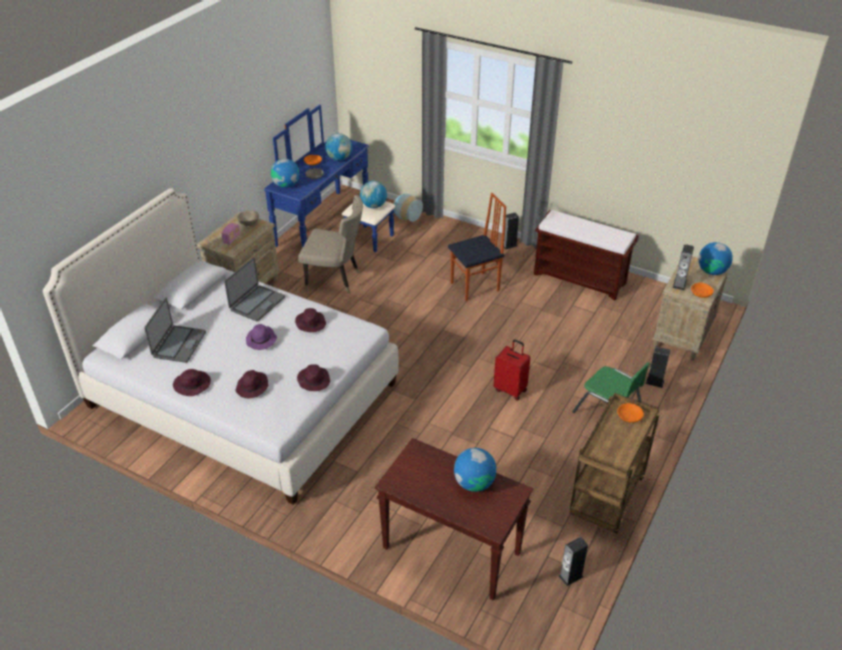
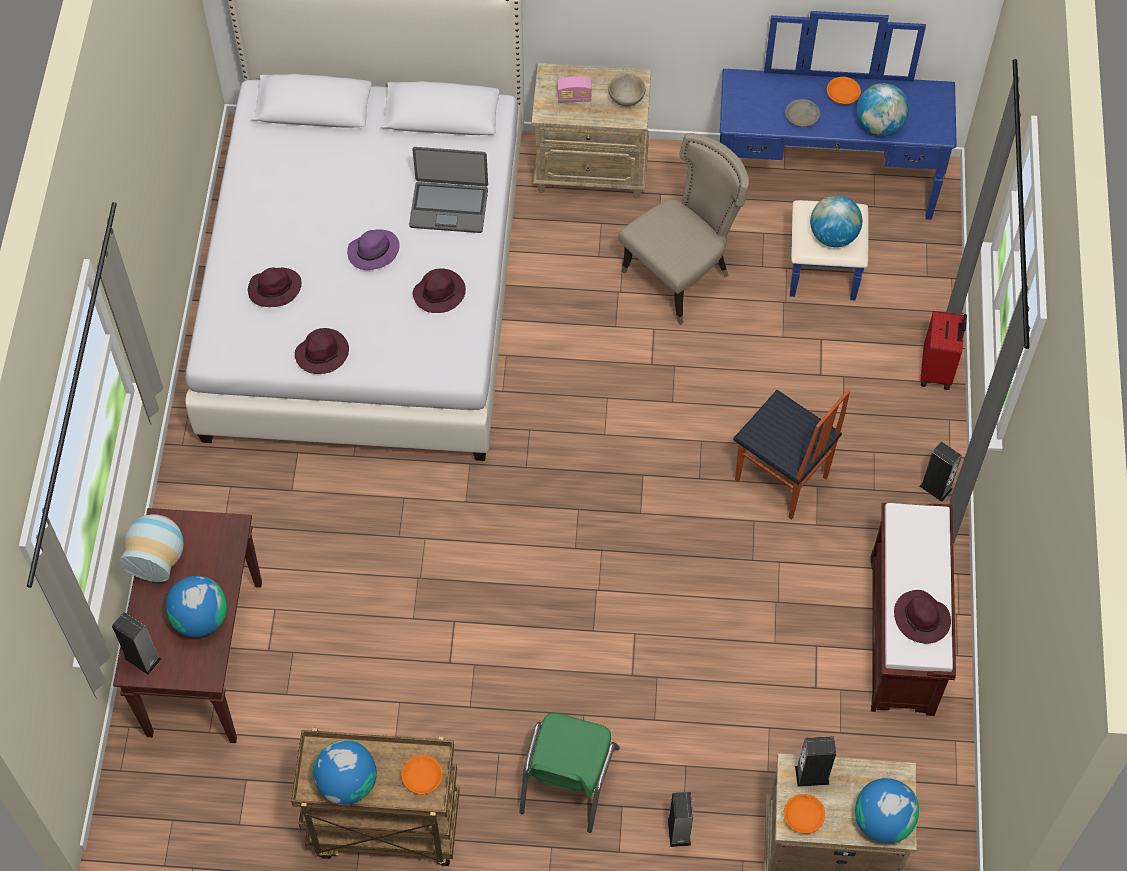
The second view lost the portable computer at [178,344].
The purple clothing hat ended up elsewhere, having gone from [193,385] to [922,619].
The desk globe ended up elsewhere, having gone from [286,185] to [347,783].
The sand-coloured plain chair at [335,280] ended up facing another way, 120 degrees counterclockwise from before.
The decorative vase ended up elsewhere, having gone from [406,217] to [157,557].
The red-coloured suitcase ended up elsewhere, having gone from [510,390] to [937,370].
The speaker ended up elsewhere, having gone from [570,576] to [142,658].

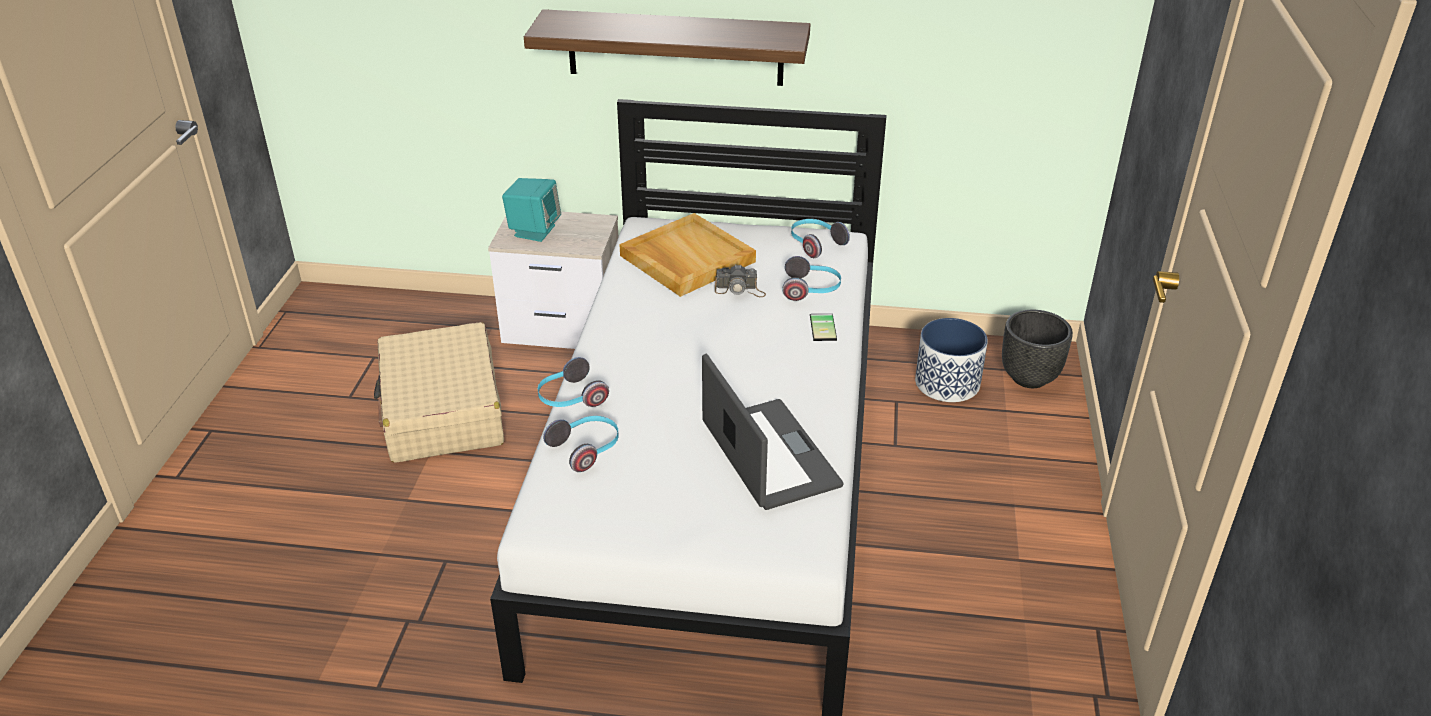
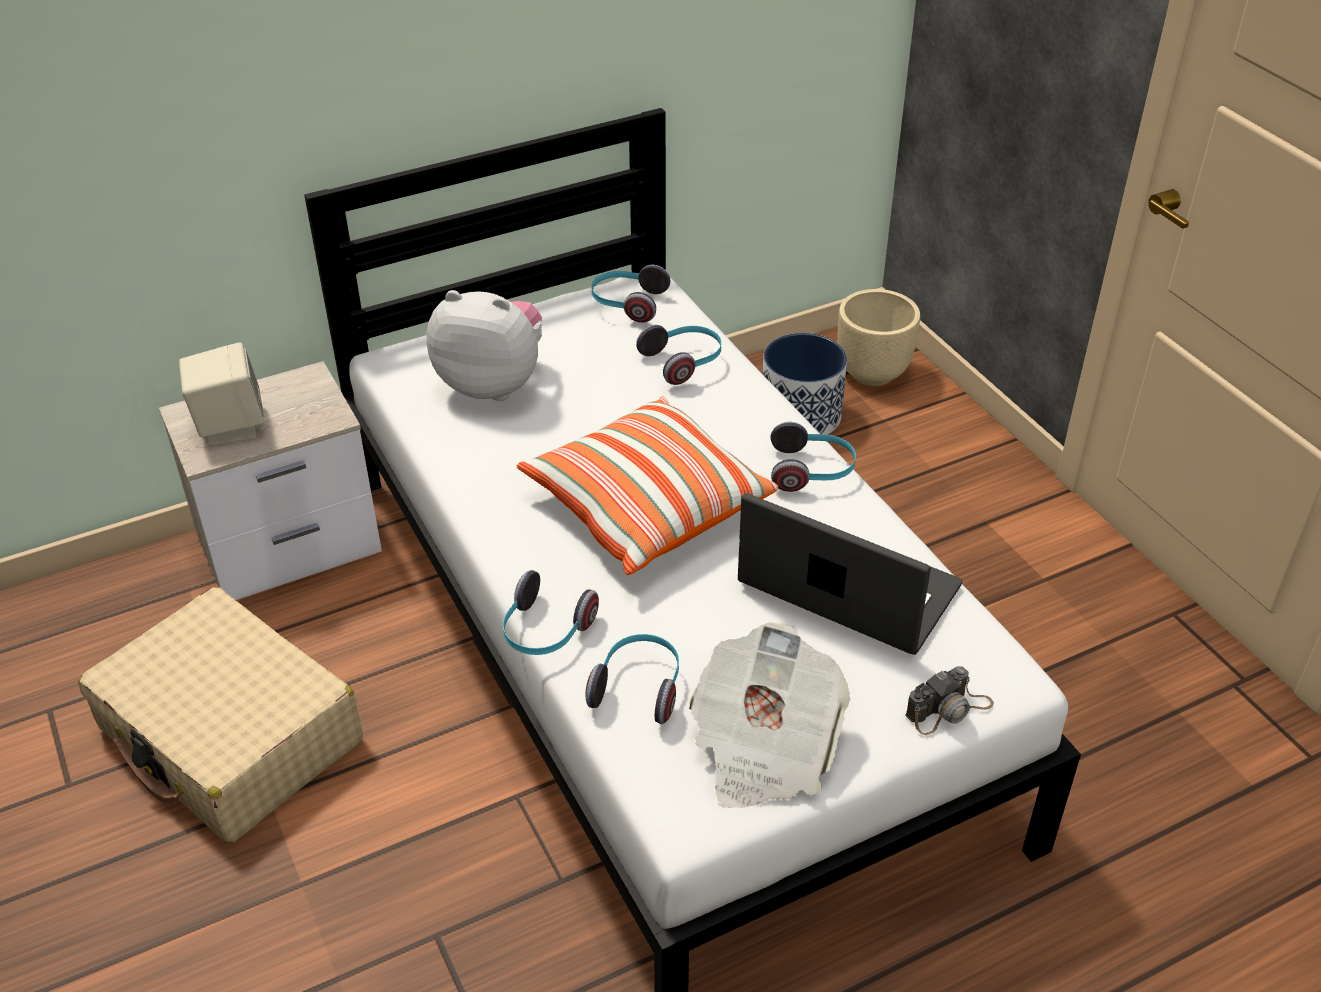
What was the blue-green speaker at [534,230] turned into the sand-coloured speaker at [230,426].
The second view lost the shelf at [675,47].
Where the sand-coloured carrying tray stood at [686,258], the soft toy came to stand at [493,383].
The photo camera ended up elsewhere, having gone from [740,290] to [949,709].
The second view lost the phone at [825,327].
What was the blackish plant pot at [1030,378] turned into the sand-coloured plant pot at [873,374].
The second view gained the cushion at [646,506].
The second view gained the newspaper at [763,747].
The second view gained the headset at [811,471].

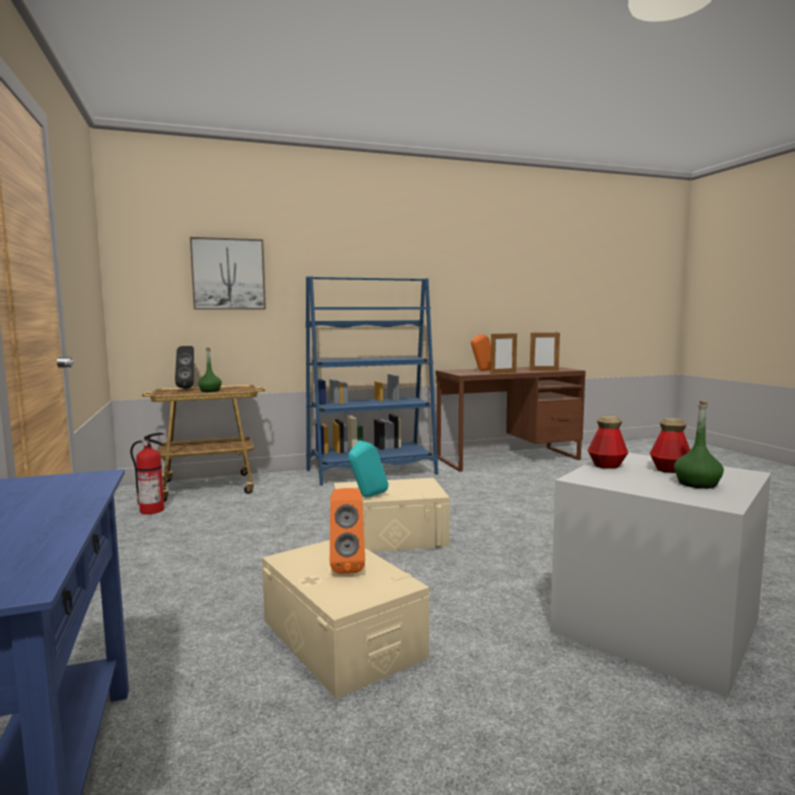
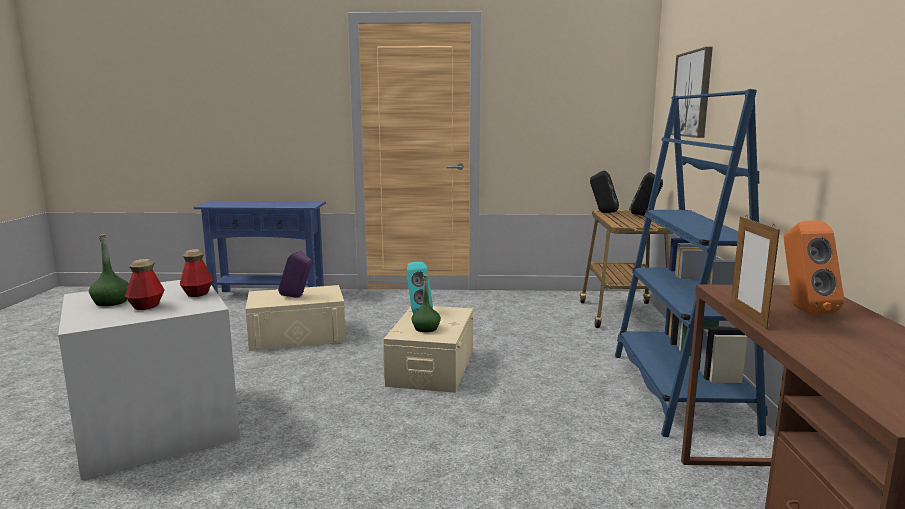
The second view lost the extinguisher at [153,510].
The green-coloured drink bottle ended up elsewhere, having gone from [210,391] to [426,328].
What was the orange speaker at [347,566] turned into the purple speaker at [297,297].
The second view lost the photo frame at [544,370].
The second view gained the blackish speaker at [603,212].

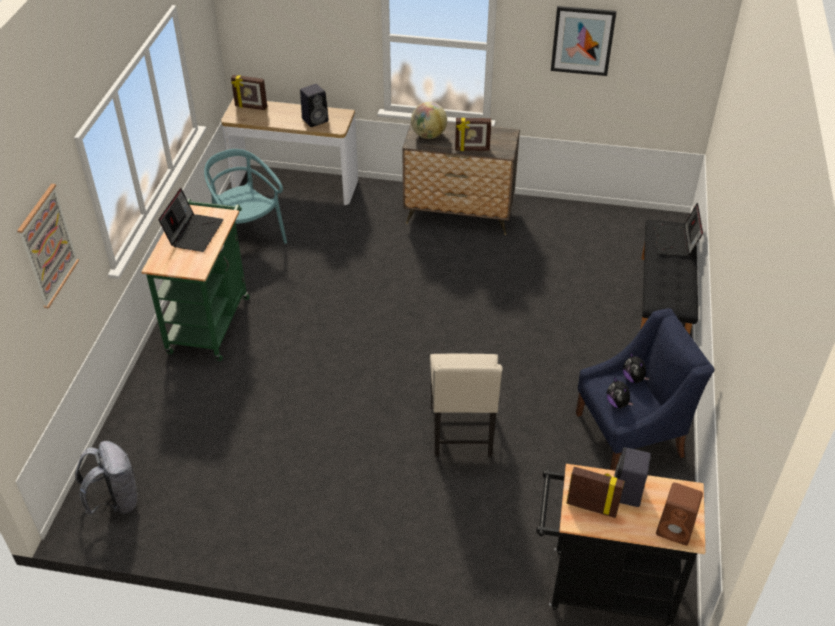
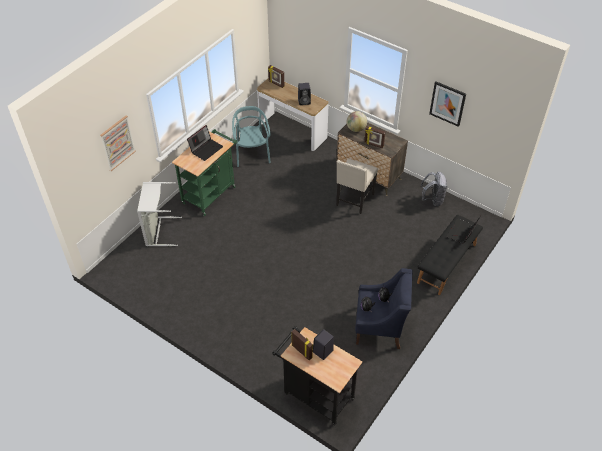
The gray backpack ended up elsewhere, having gone from [116,501] to [432,199].
The sand-coloured plain chair ended up elsewhere, having gone from [462,433] to [354,200].
The second view lost the brown-coloured speaker at [676,529].
The second view gained the gray washing basket at [159,231].

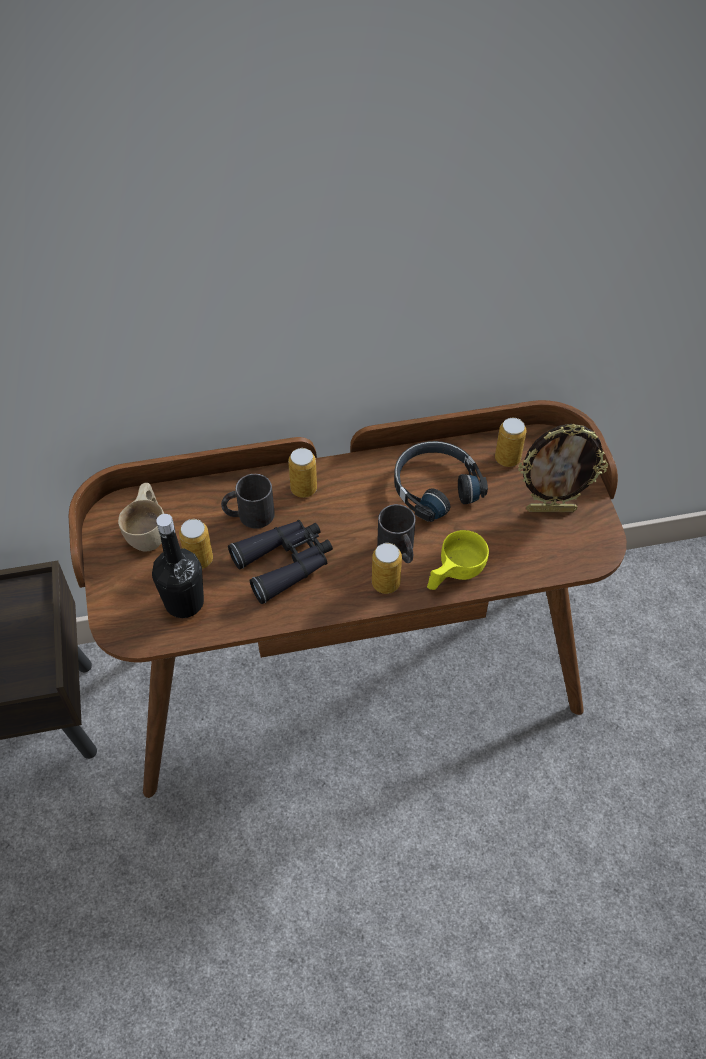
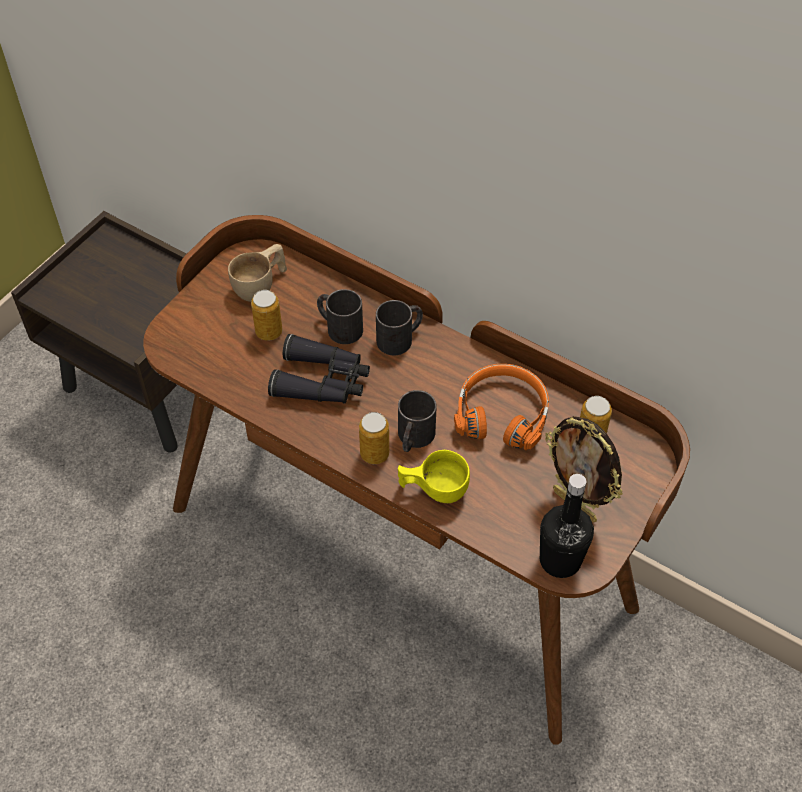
The blackish drink bottle ended up elsewhere, having gone from [184,602] to [560,560].
Where the can stood at [303,489], the blackish mug came to stand at [400,338].
What was the blackish headset at [435,486] turned into the orange headset at [502,413].

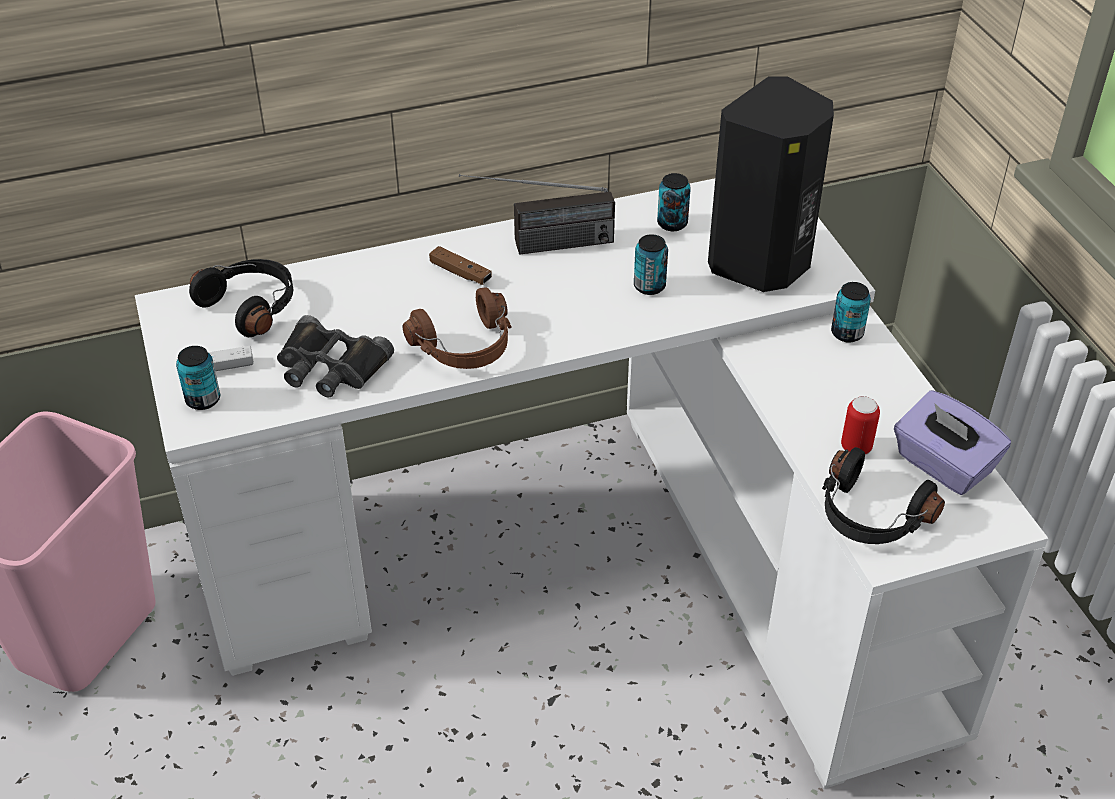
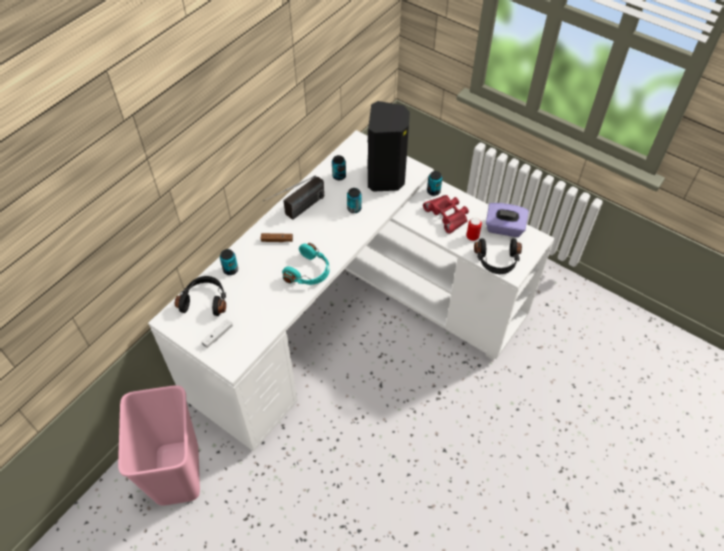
The can ended up elsewhere, having gone from [203,399] to [230,270].
The second view lost the blackish pair of binoculars at [330,367].
What was the brown-coloured headset at [466,348] turned into the blue-green headset at [309,272].
The second view gained the red-coloured pair of binoculars at [447,215].

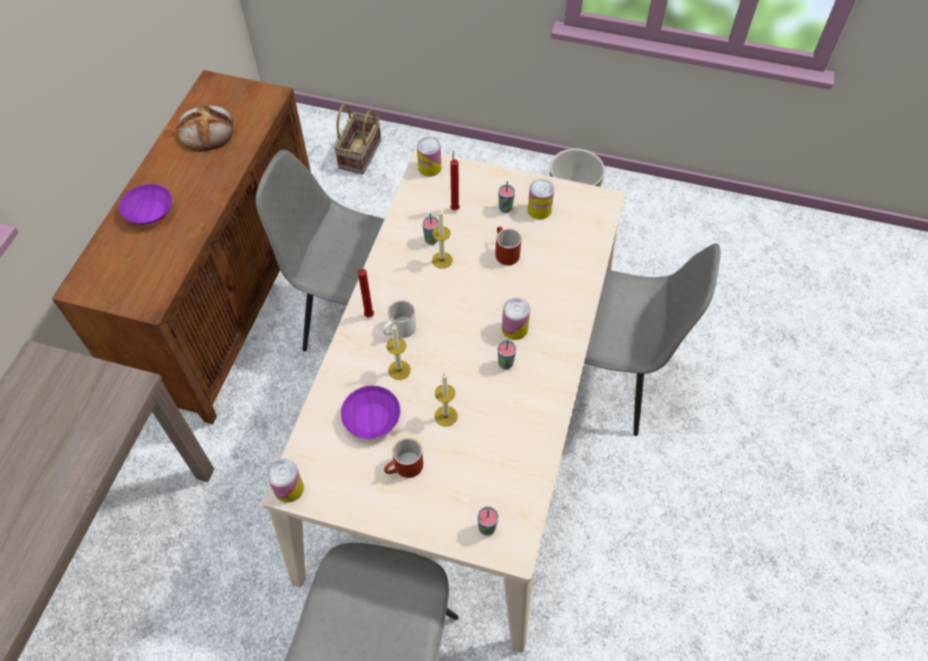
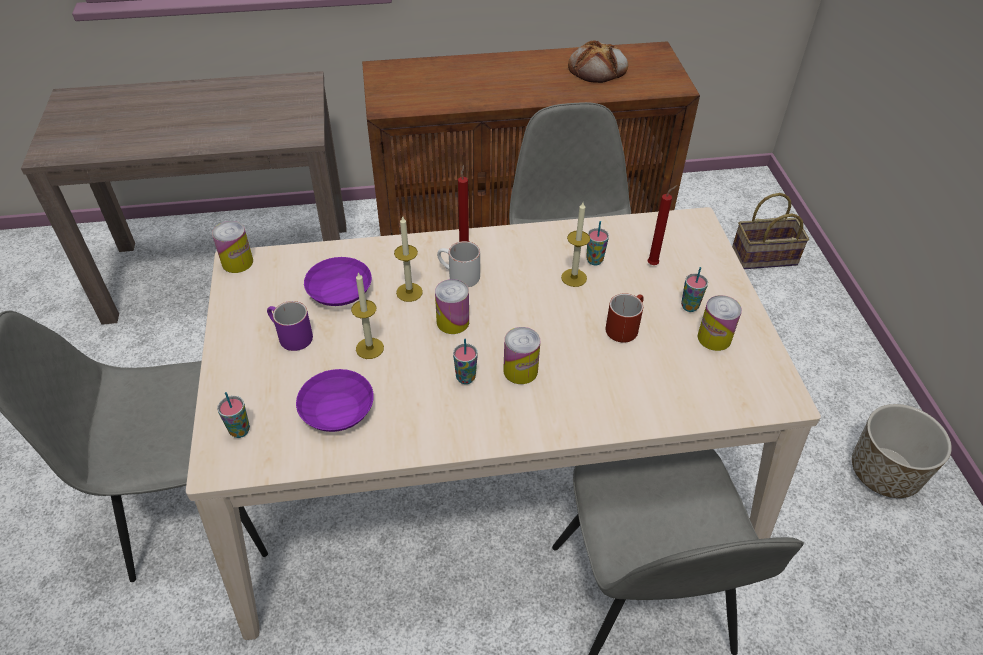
The purple serving bowl ended up elsewhere, having gone from [149,213] to [335,411].
What was the red-coloured mug at [404,469] turned into the purple mug at [290,336].
The can ended up elsewhere, having gone from [429,168] to [453,322].

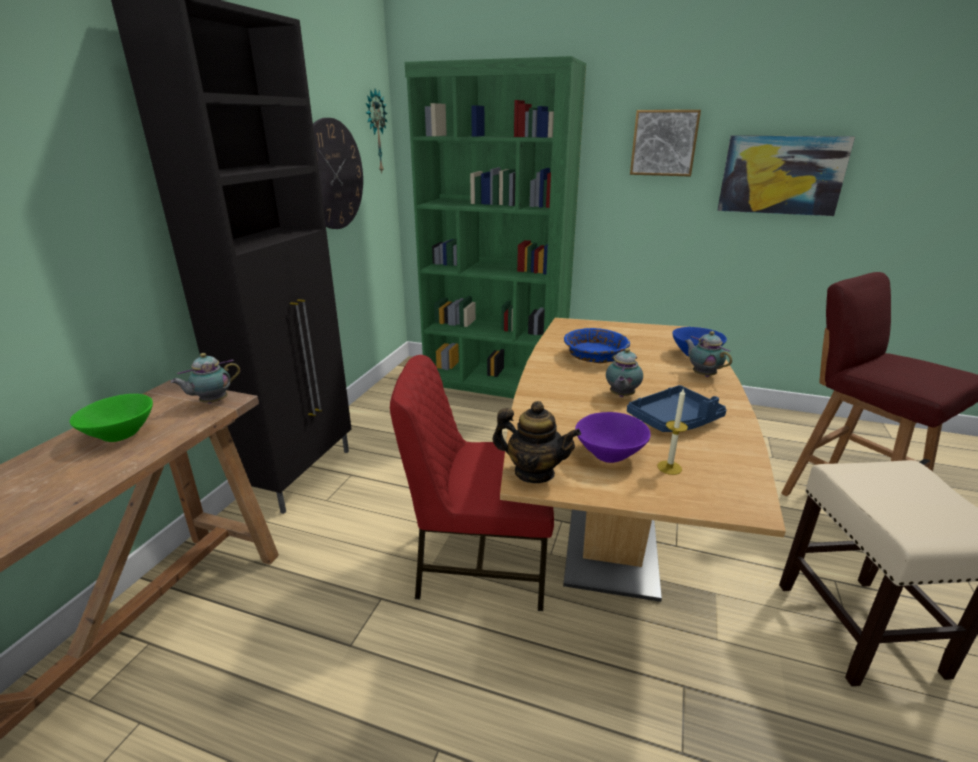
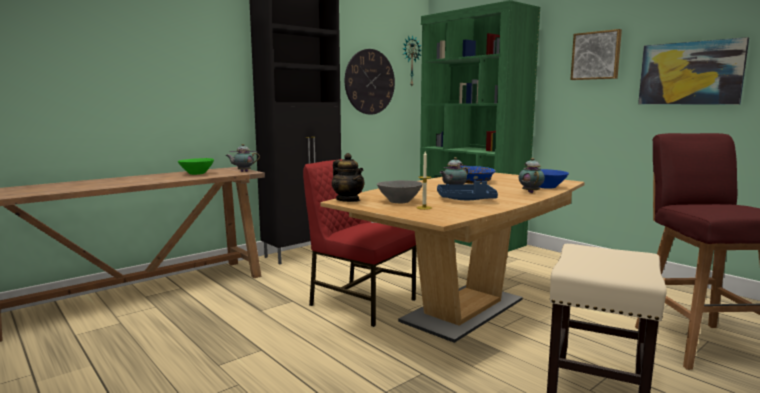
What was the purple serving bowl at [608,455] turned into the gray serving bowl at [399,201].

